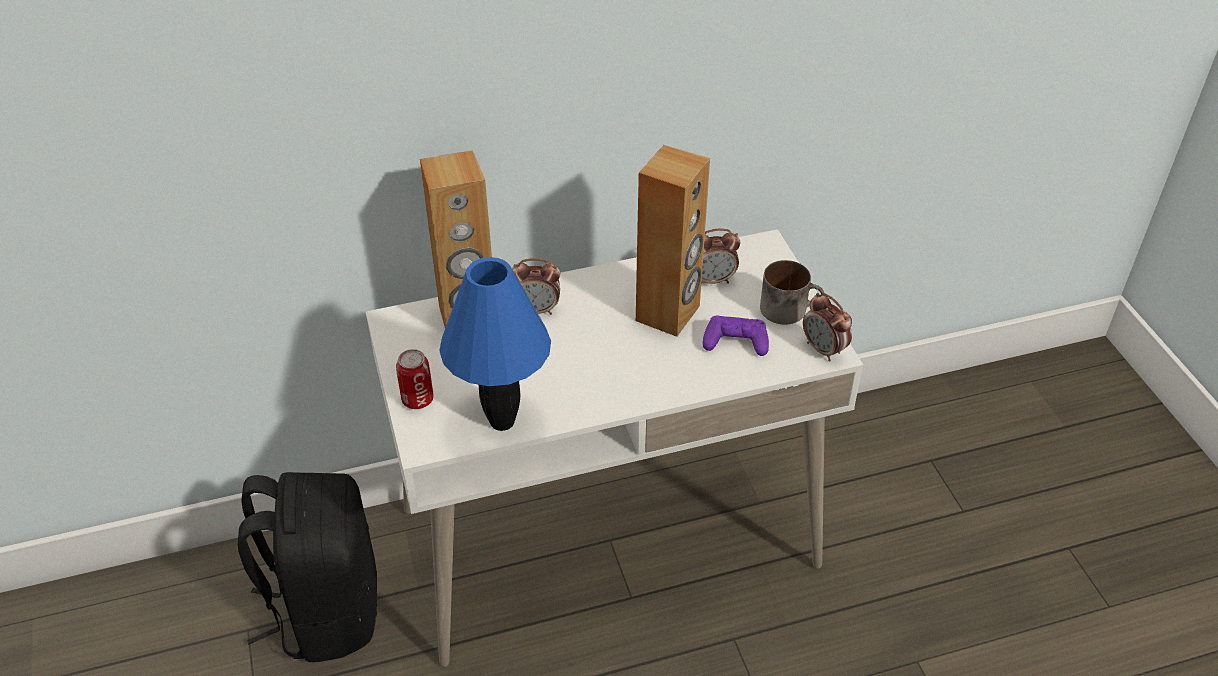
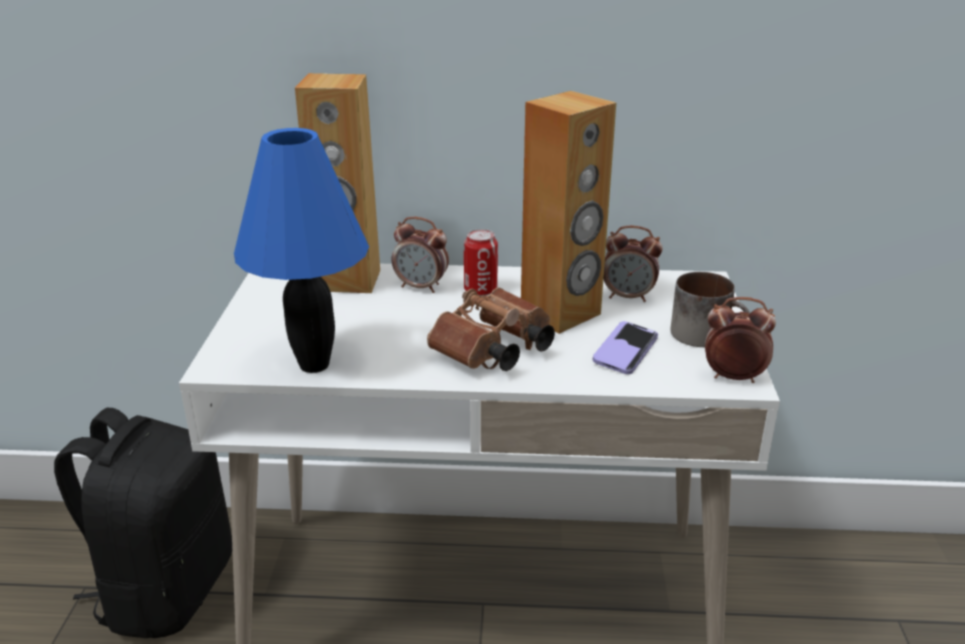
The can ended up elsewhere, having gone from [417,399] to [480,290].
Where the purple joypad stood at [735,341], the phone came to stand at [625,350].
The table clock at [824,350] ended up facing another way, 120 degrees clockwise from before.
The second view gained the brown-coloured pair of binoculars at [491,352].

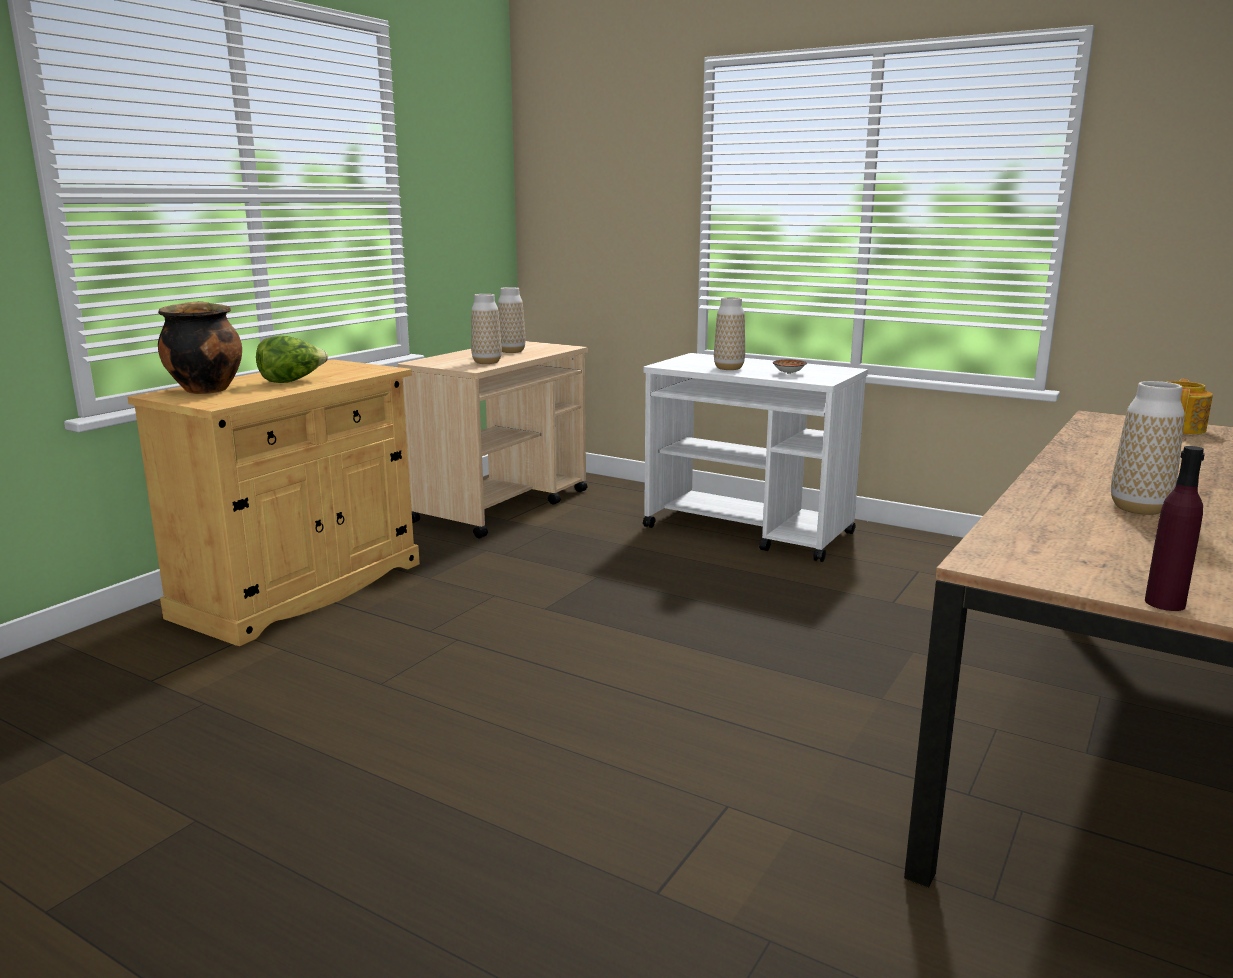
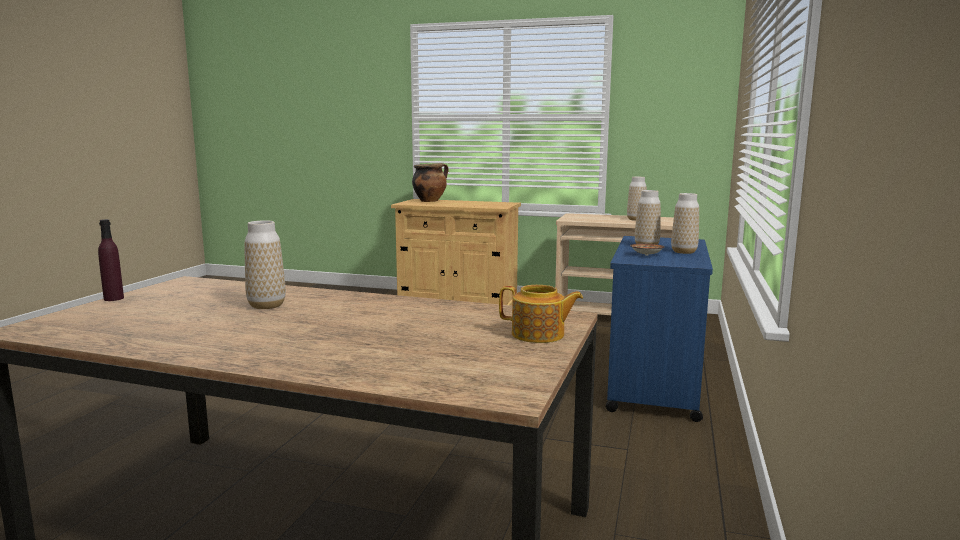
The second view lost the lettuce at [292,381].
The decorative vase ended up elsewhere, having gone from [487,362] to [684,252].
What was the white-coloured cart at [749,531] turned into the blue-coloured cart at [654,385].

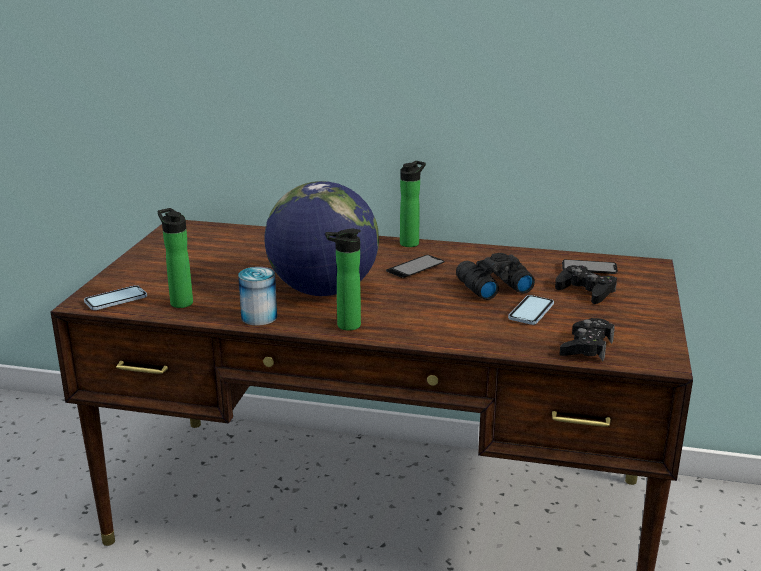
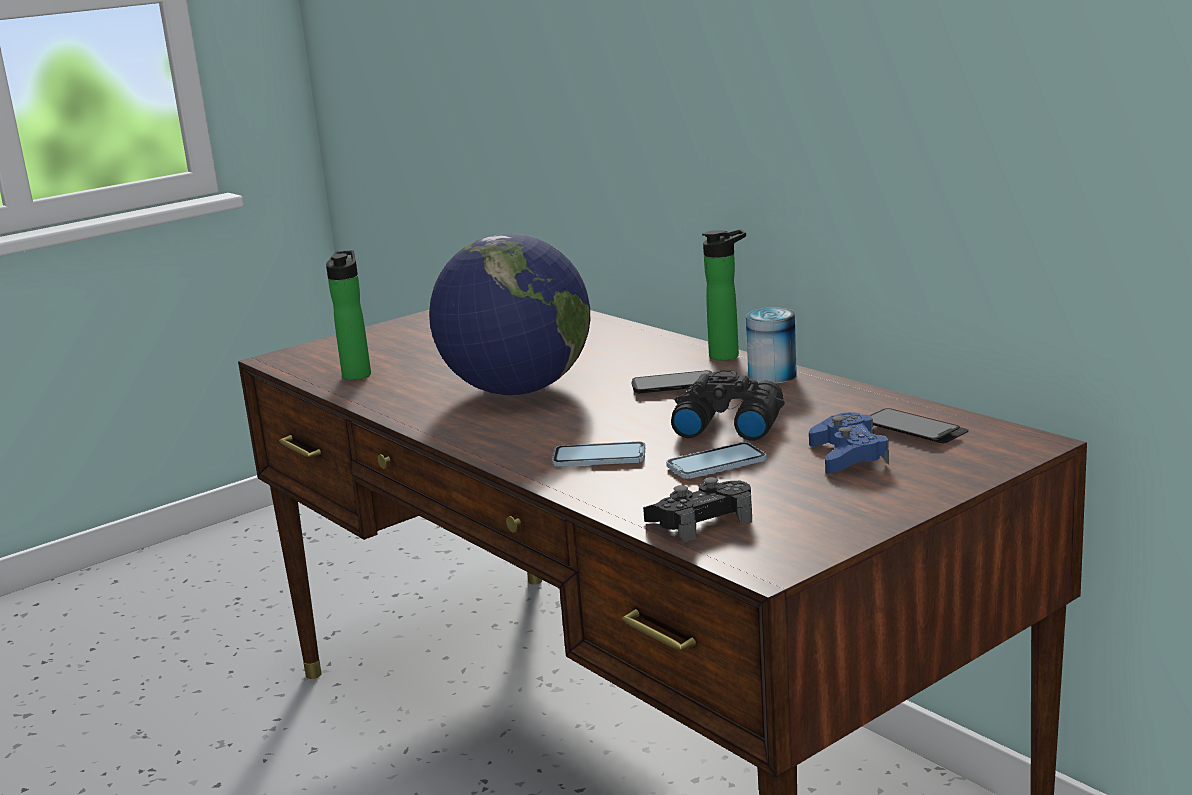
The phone ended up elsewhere, having gone from [116,300] to [599,458].
The can ended up elsewhere, having gone from [259,317] to [772,376].
The second view lost the drink bottle at [345,326].
What was the blackish joypad at [586,291] turned into the blue-coloured joypad at [848,456].

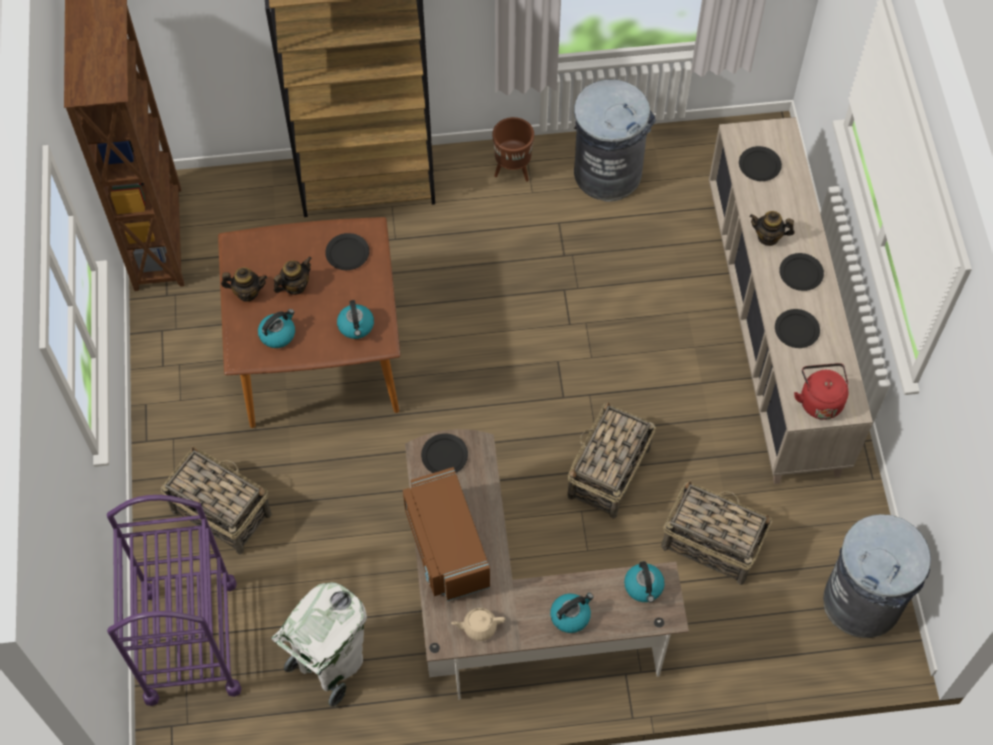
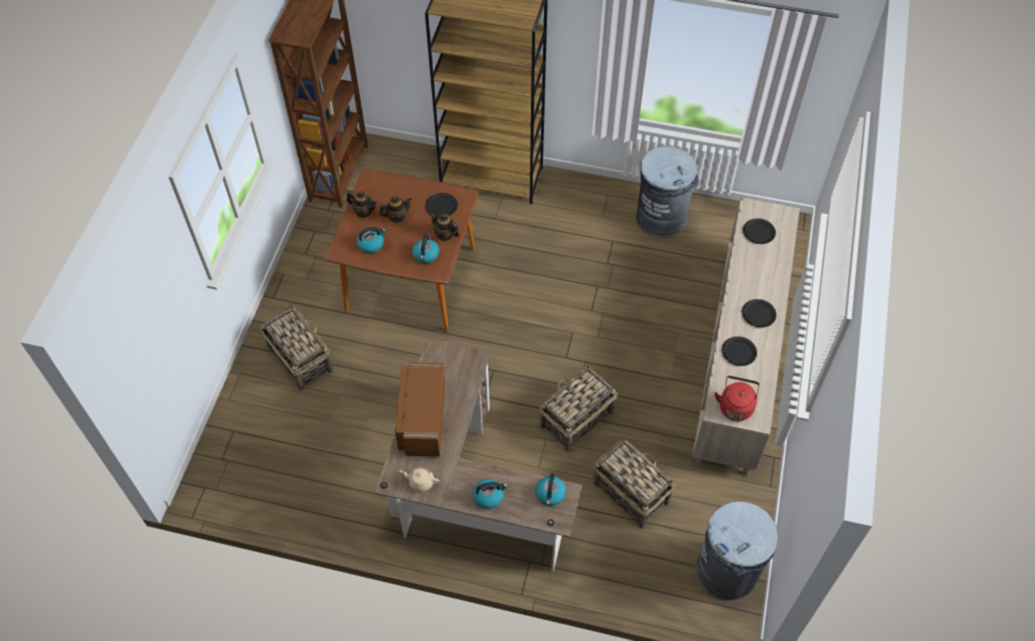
The second view lost the purple cart at [191,641].
The second view lost the white-coloured rubbish bin at [330,664].
The second view lost the blackish plate at [444,456].
The second view lost the brown-coloured plant pot at [513,170].
The tea pot ended up elsewhere, having gone from [768,237] to [445,235].

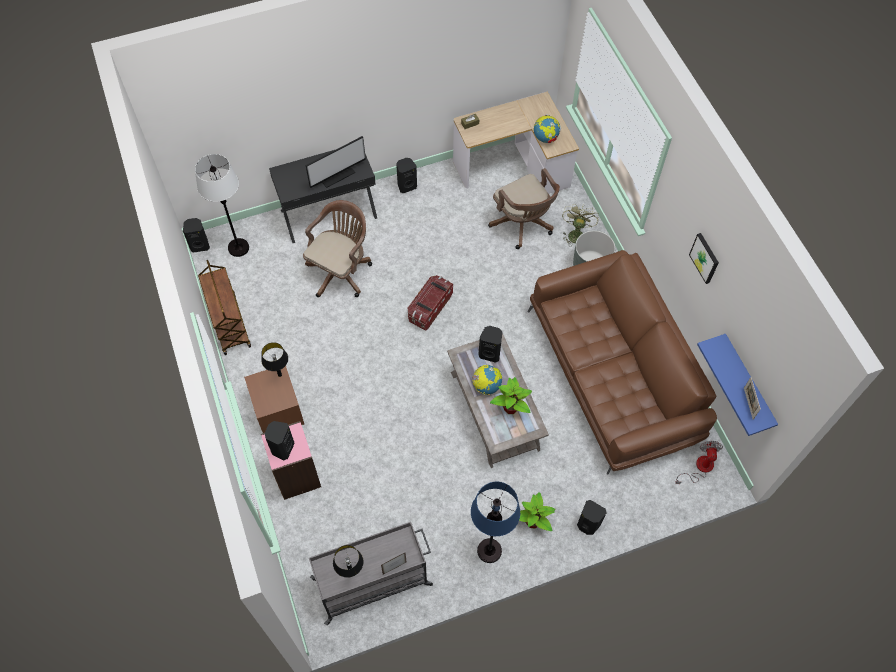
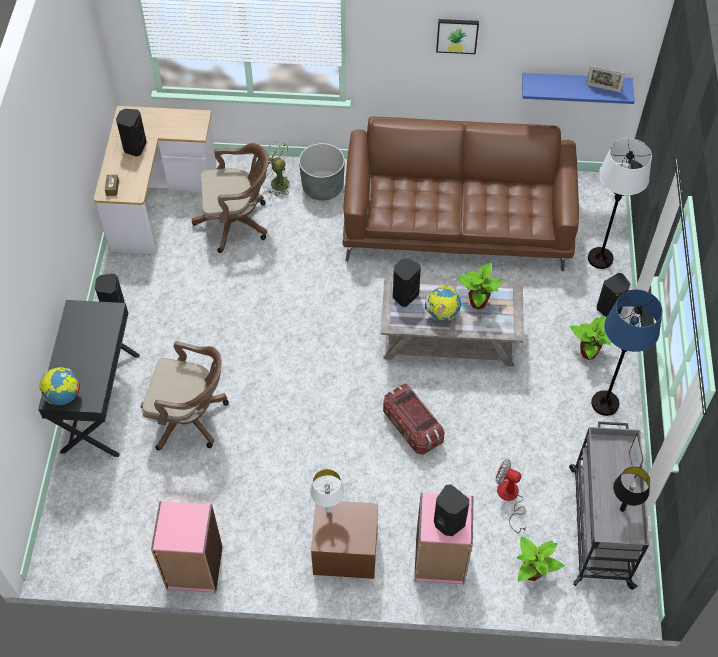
The blackish speaker ended up elsewhere, having gone from [200,245] to [134,147].
The white-coloured standing lamp ended up elsewhere, having gone from [238,248] to [600,258].
Where the brown-coloured cart stood at [229,324], the pinkish bookcase came to stand at [194,568].
What was the blackish lamp for a table at [280,375] turned into the white-coloured lamp for a table at [328,510].
The brown-coloured desk chair at [341,271] ended up facing another way, 135 degrees clockwise from before.
The second view lost the computer screen at [336,174].
The storage bin ended up elsewhere, having gone from [430,308] to [411,427].
The desk globe ended up elsewhere, having gone from [545,138] to [64,396].
The cooling fan ended up elsewhere, having gone from [699,468] to [510,498].
The second view gained the plant in a pot at [532,572].

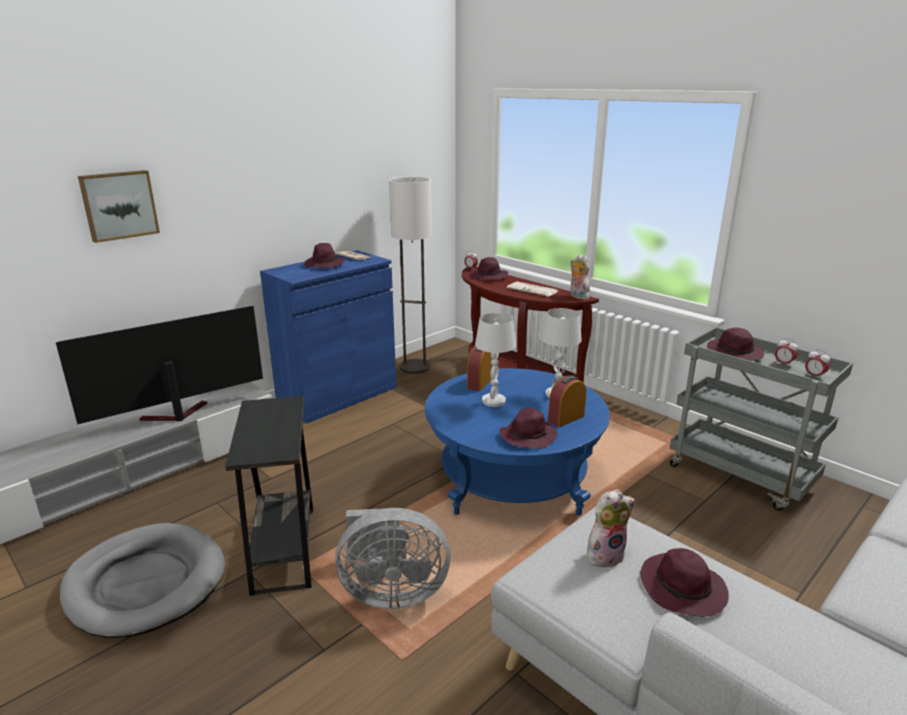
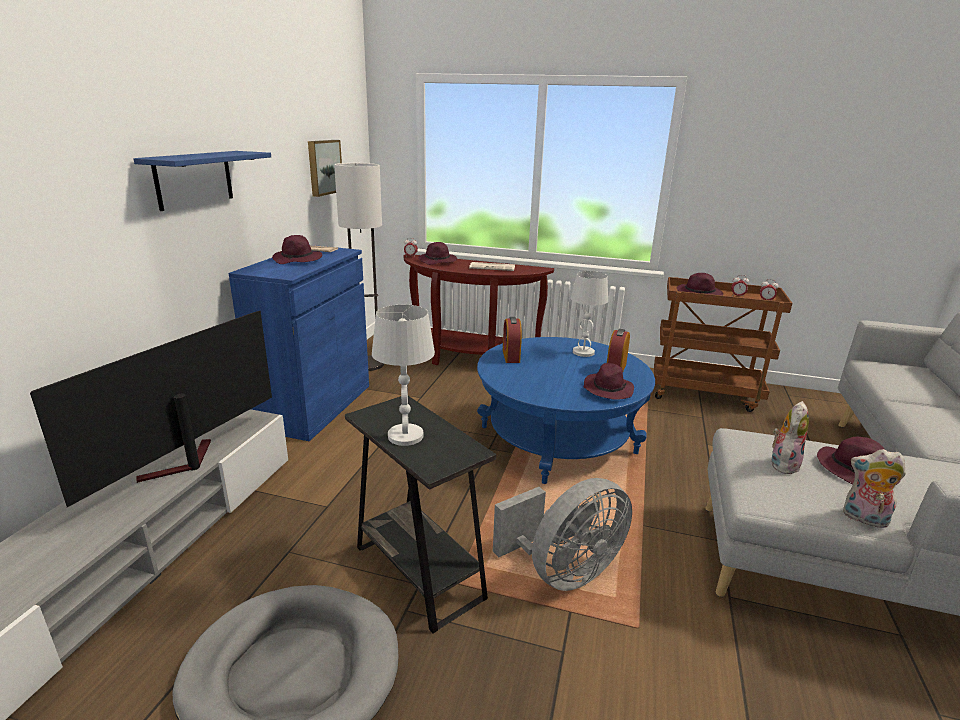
The wall art ended up elsewhere, having gone from [119,205] to [323,167].
The white-coloured lamp for a table ended up elsewhere, having gone from [493,401] to [405,436].
The soft toy ended up elsewhere, having gone from [577,296] to [863,519].
What was the gray cart at [741,476] turned into the brown-coloured cart at [705,393].
The second view gained the blue-coloured shelf at [194,179].

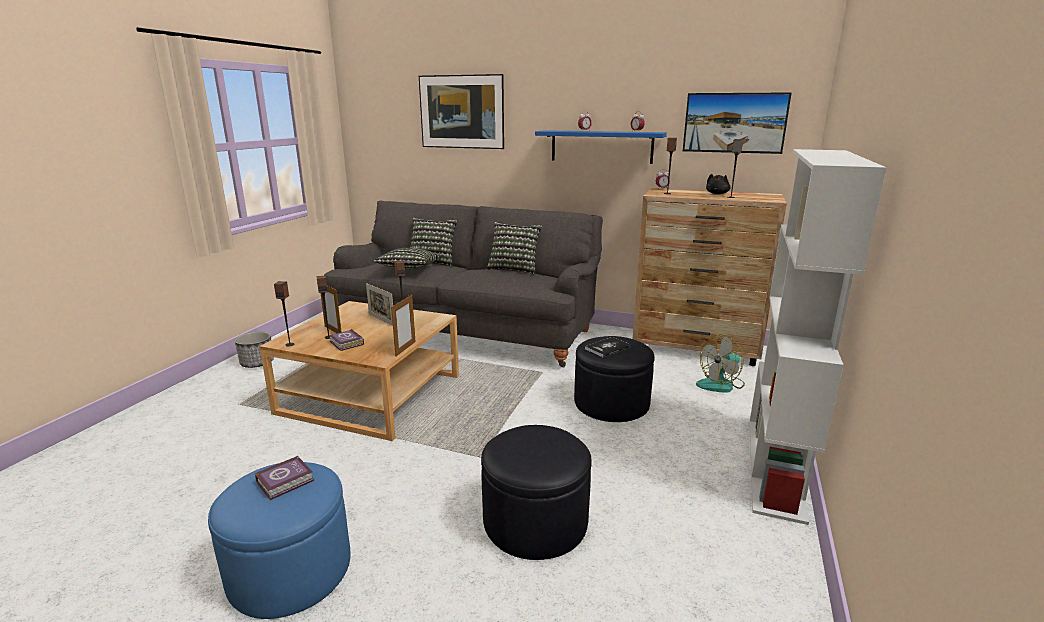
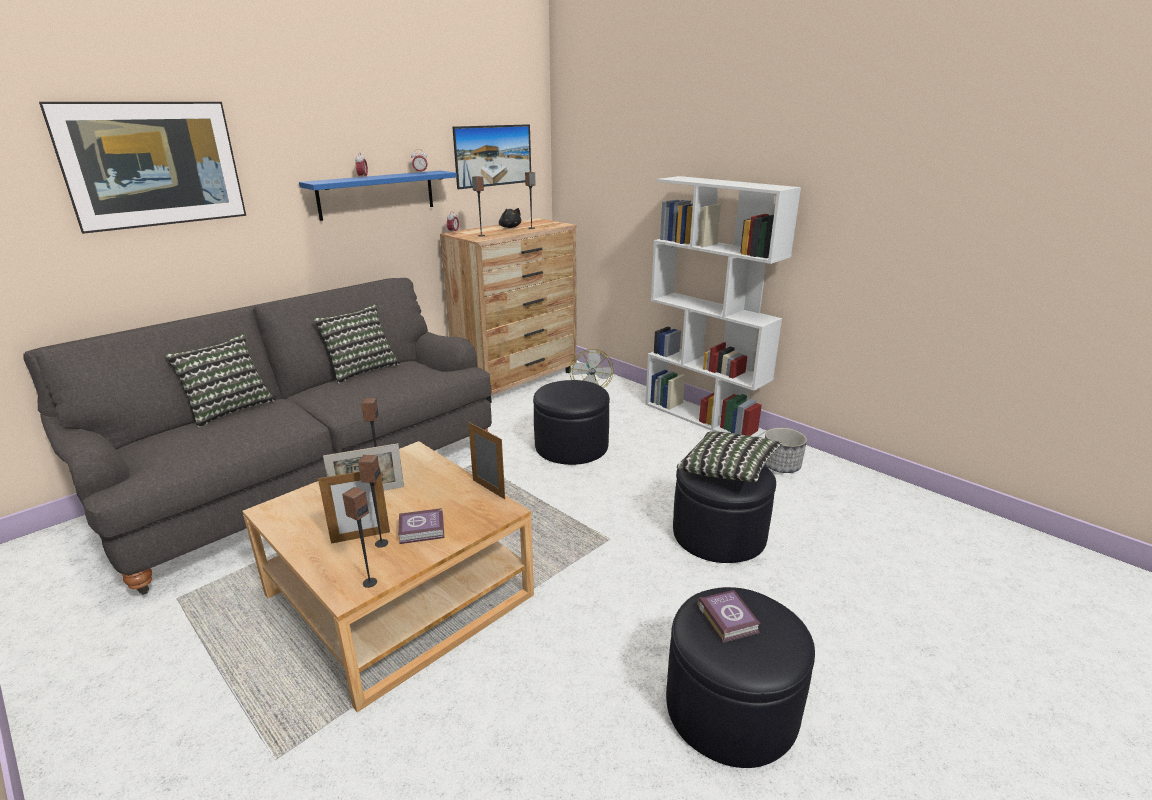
What was the blue-coloured pouffe at [290,570] turned into the blackish pouffe at [731,708].
The plant pot ended up elsewhere, having gone from [257,363] to [781,466].
The cushion ended up elsewhere, having gone from [408,269] to [728,471].
The second view lost the volume at [607,348].

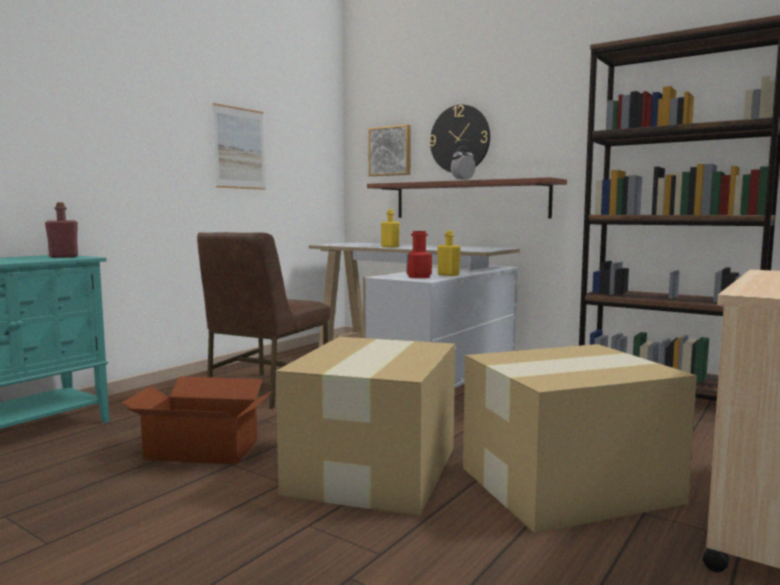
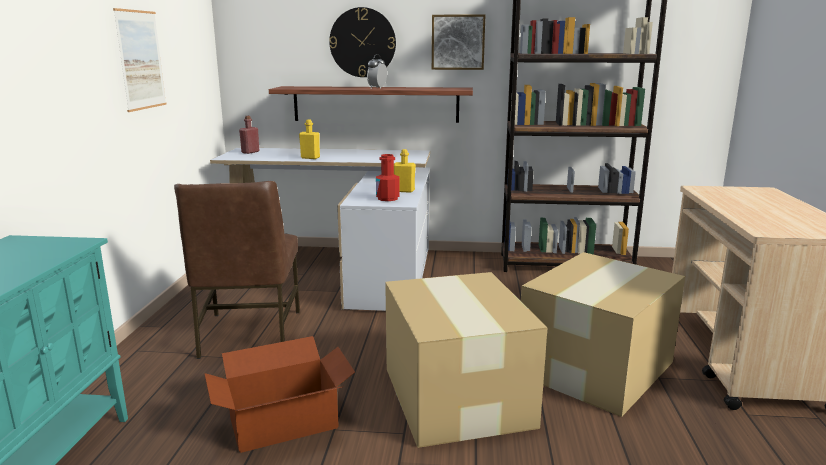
The red-coloured drink bottle ended up elsewhere, having gone from [63,257] to [250,152].
The wall art ended up elsewhere, having gone from [390,151] to [458,42].

